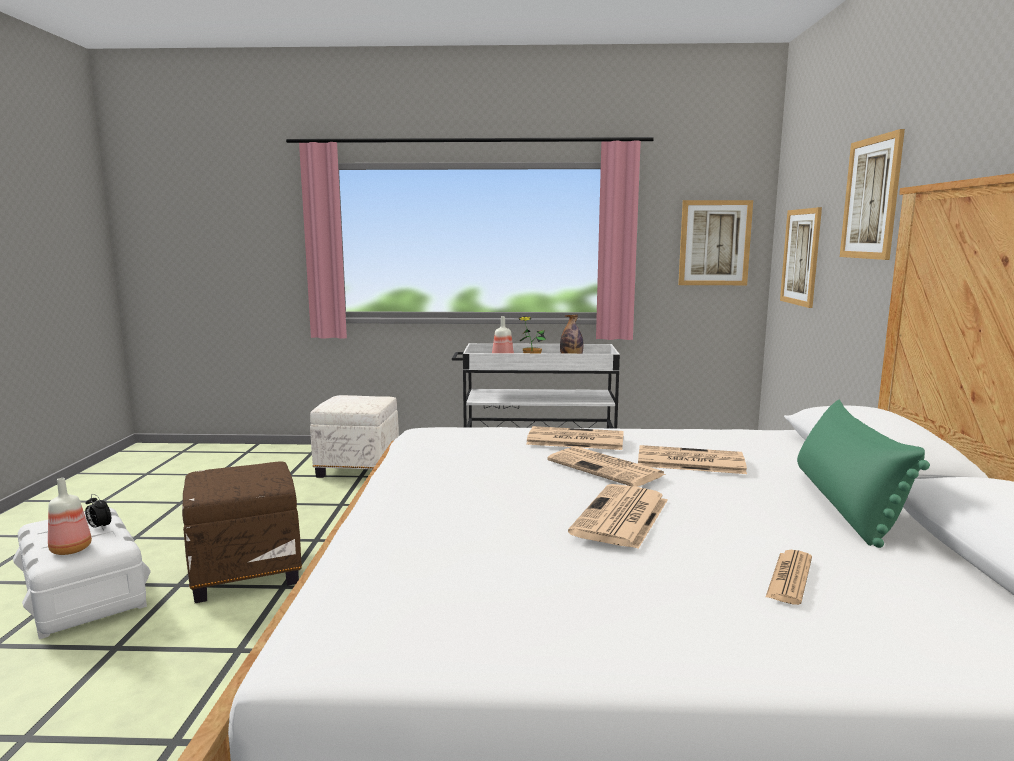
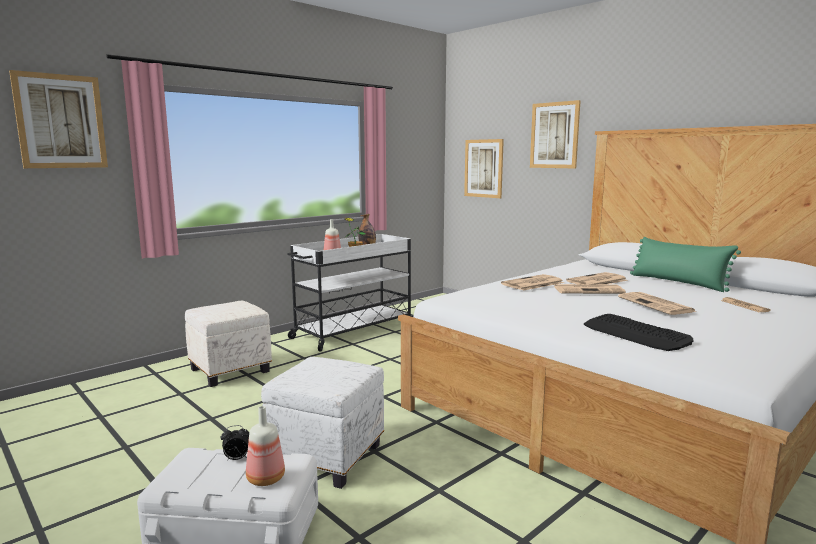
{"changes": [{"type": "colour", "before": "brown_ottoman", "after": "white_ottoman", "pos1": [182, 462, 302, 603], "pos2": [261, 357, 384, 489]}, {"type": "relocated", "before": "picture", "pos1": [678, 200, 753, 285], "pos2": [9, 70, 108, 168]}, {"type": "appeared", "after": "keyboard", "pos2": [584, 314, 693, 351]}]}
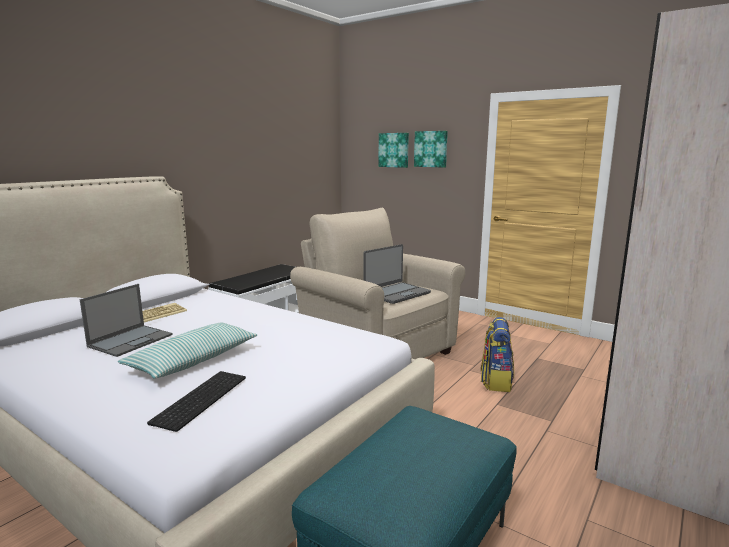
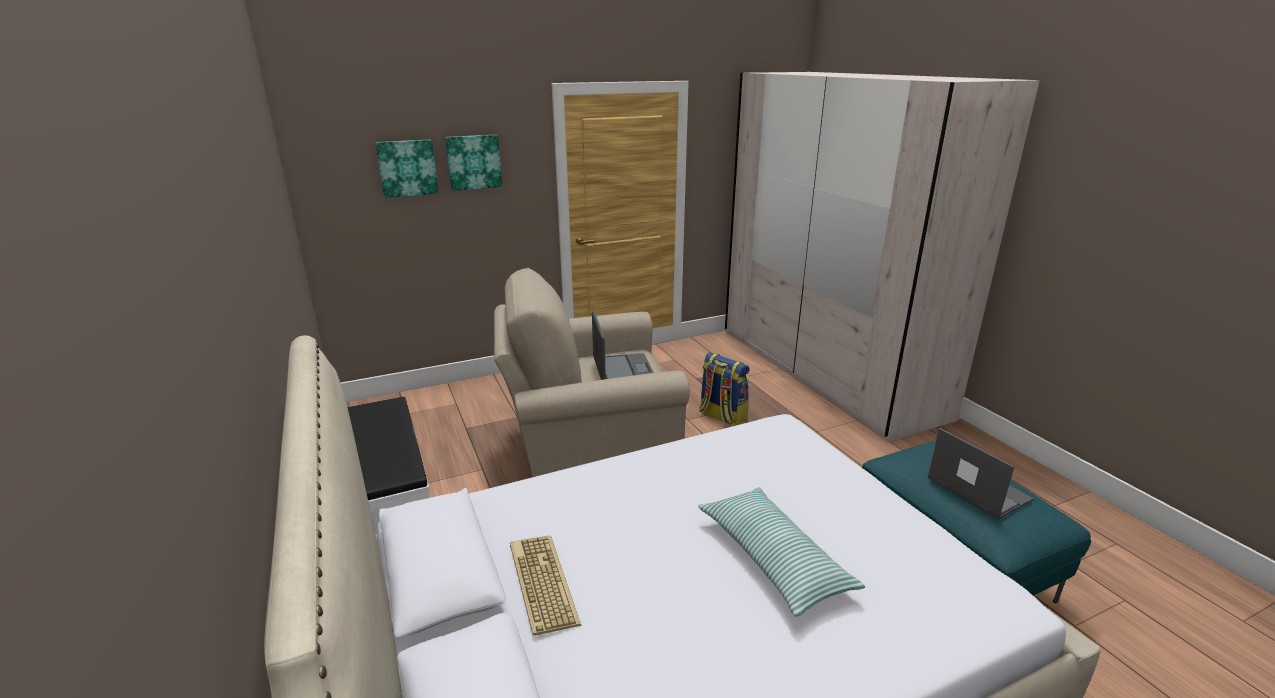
{"changes": [{"type": "relocated", "before": "laptop", "pos1": [80, 284, 173, 357], "pos2": [928, 428, 1034, 520]}, {"type": "missing", "before": "keyboard", "pos1": [147, 371, 246, 432]}]}
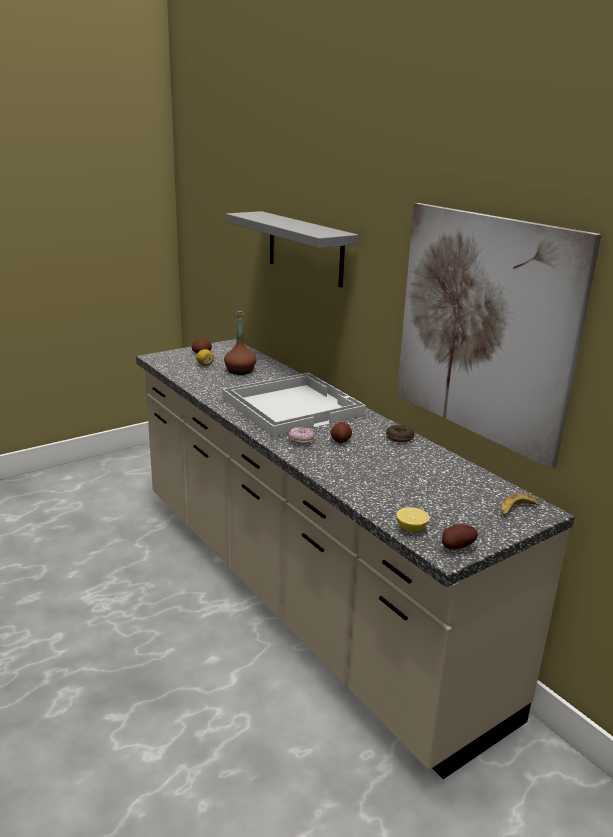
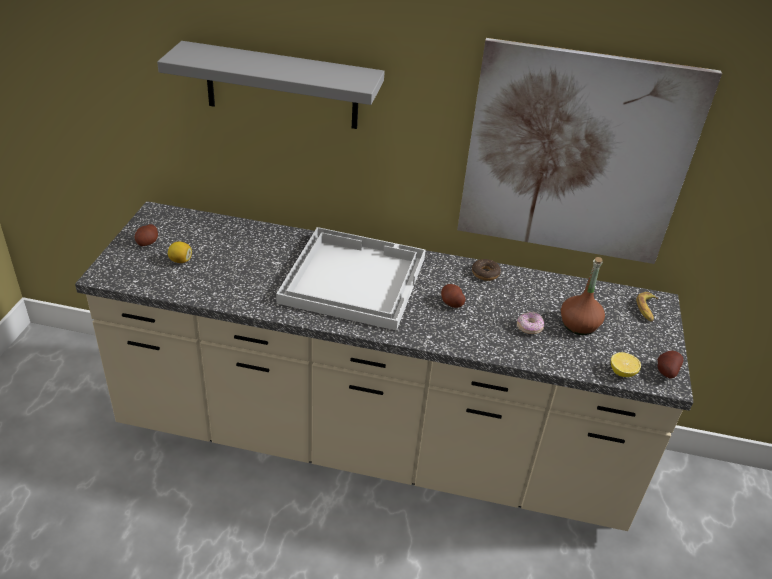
{"changes": [{"type": "relocated", "before": "brown_bottle", "pos1": [224, 311, 256, 375], "pos2": [561, 257, 605, 335]}, {"type": "relocated", "before": "donut", "pos1": [289, 427, 314, 444], "pos2": [517, 311, 545, 334]}]}
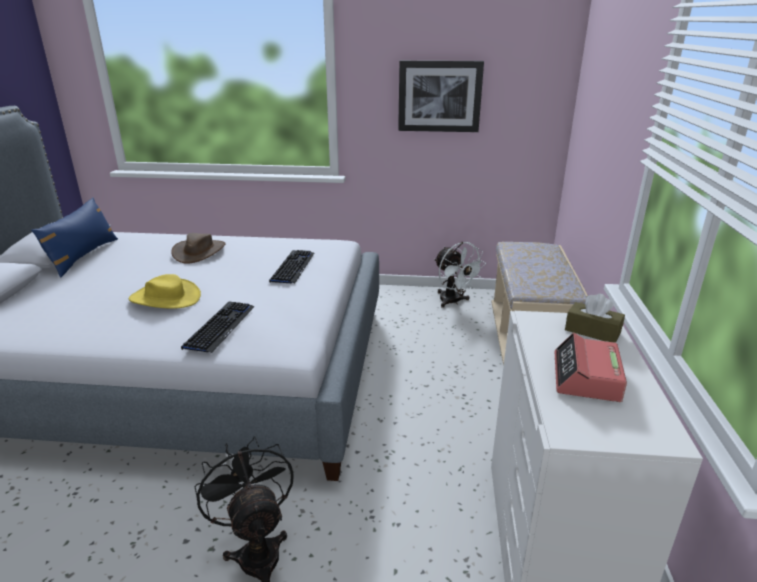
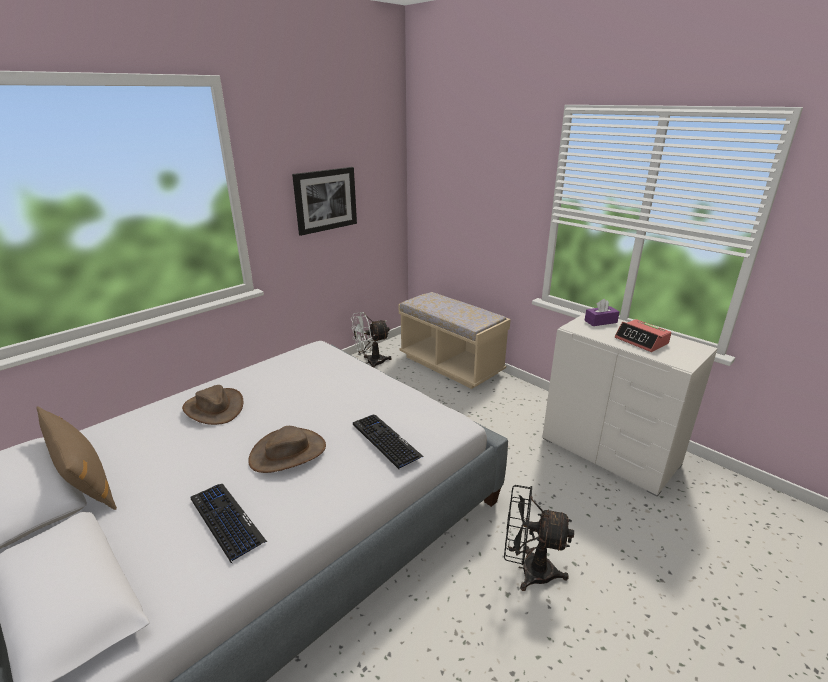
{"changes": [{"type": "colour", "before": "blue_pillow", "after": "brown_pillow", "pos1": [31, 197, 118, 277], "pos2": [36, 406, 117, 510]}, {"type": "colour", "before": "yellow_hat", "after": "brown_hat", "pos1": [129, 274, 201, 309], "pos2": [248, 426, 326, 473]}, {"type": "relocated", "before": "keyboard", "pos1": [269, 250, 314, 283], "pos2": [190, 484, 267, 563]}, {"type": "spun", "before": "white_fan", "pos1": [434, 242, 486, 308], "pos2": [351, 312, 392, 367], "turn": 150}, {"type": "colour", "before": "brown_tissue_box", "after": "purple_tissue_box", "pos1": [565, 294, 625, 343], "pos2": [585, 299, 619, 326]}]}
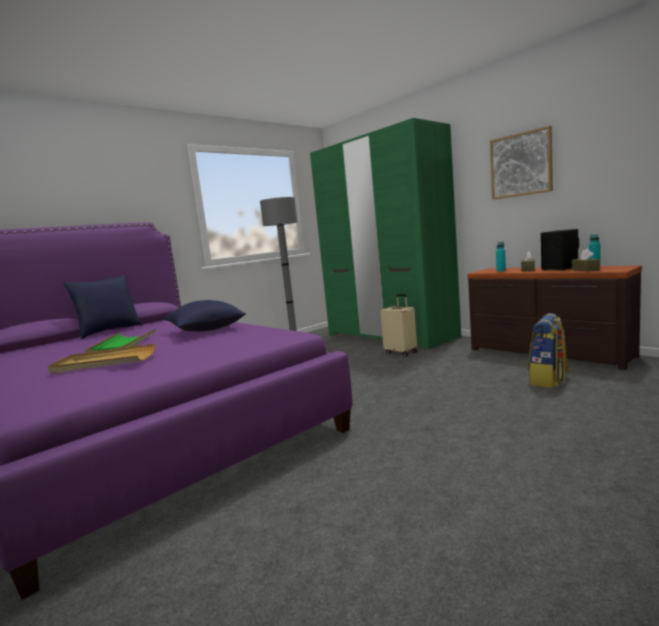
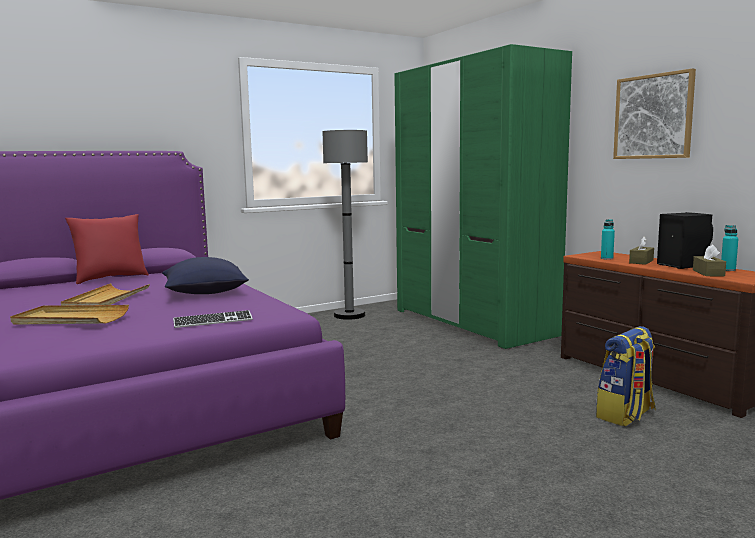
{"changes": [{"type": "colour", "before": "blue_pillow", "after": "red_pillow", "pos1": [63, 275, 142, 339], "pos2": [65, 214, 149, 284]}, {"type": "colour", "before": "green_tray", "after": "beige_tray", "pos1": [85, 329, 156, 353], "pos2": [61, 283, 150, 305]}, {"type": "missing", "before": "beige_suitcase", "pos1": [380, 294, 417, 357]}, {"type": "appeared", "after": "keyboard", "pos2": [173, 310, 253, 328]}]}
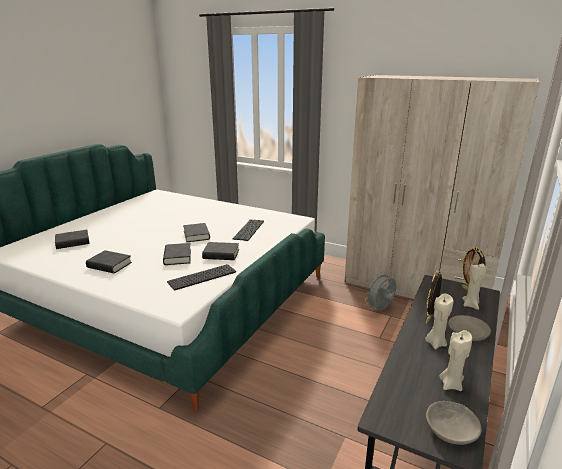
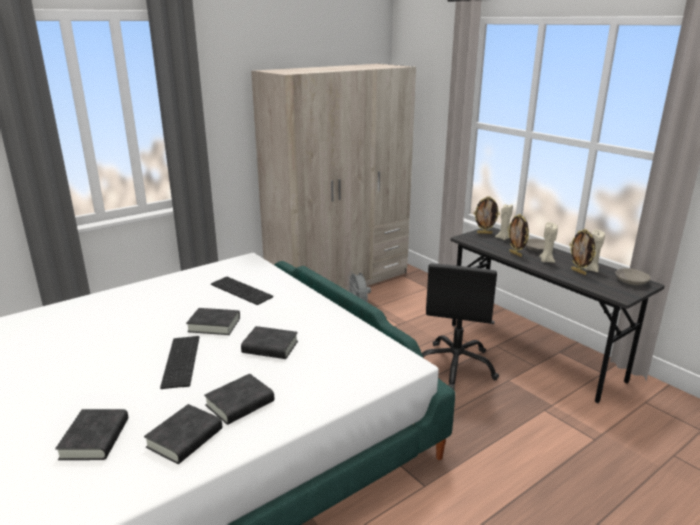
{"changes": [{"type": "relocated", "before": "keyboard", "pos1": [167, 264, 236, 290], "pos2": [160, 336, 199, 389]}, {"type": "relocated", "before": "black_book", "pos1": [202, 242, 239, 260], "pos2": [144, 404, 222, 464]}, {"type": "appeared", "after": "black_office_chair", "pos2": [422, 264, 499, 389]}, {"type": "appeared", "after": "picture_frame", "pos2": [570, 229, 596, 275]}]}
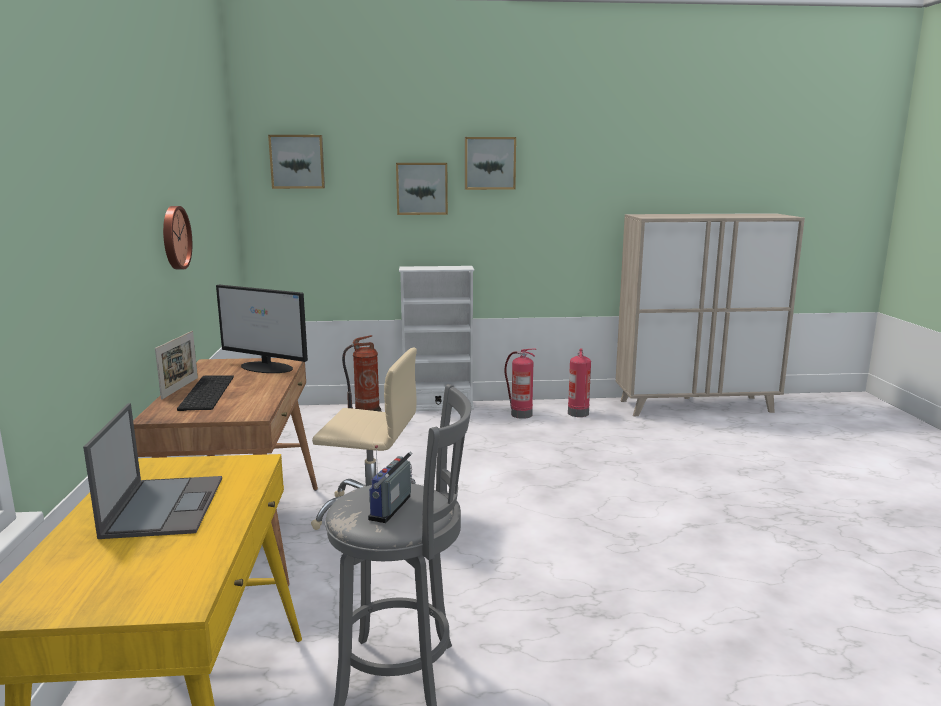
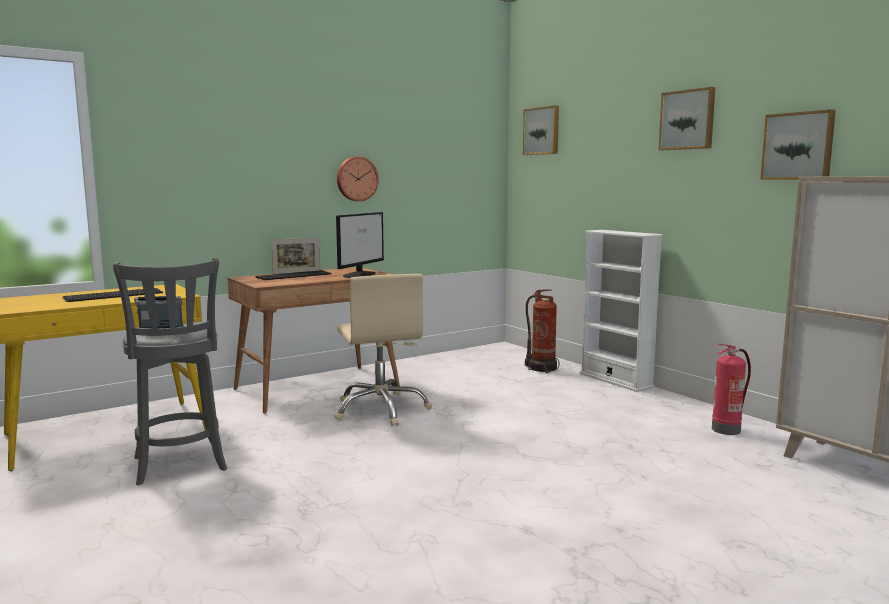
{"changes": [{"type": "exchanged", "before": "laptop", "after": "keyboard", "pos1": [83, 403, 222, 539], "pos2": [63, 288, 163, 302]}, {"type": "spun", "before": "monitor", "pos1": [216, 285, 308, 373], "pos2": [336, 212, 384, 278], "turn": -150}, {"type": "relocated", "before": "picture", "pos1": [396, 163, 448, 215], "pos2": [760, 109, 836, 180]}, {"type": "missing", "before": "fire_extinguisher", "pos1": [505, 348, 536, 419]}]}
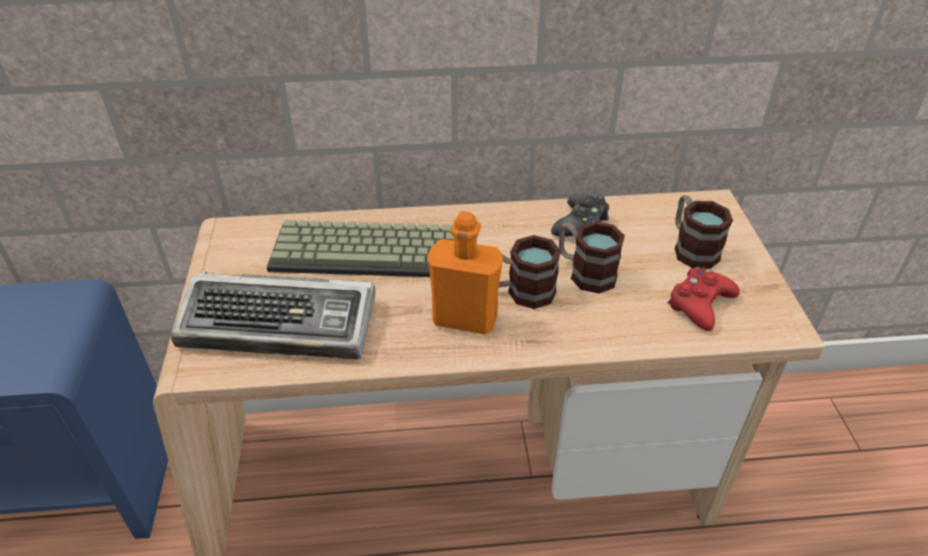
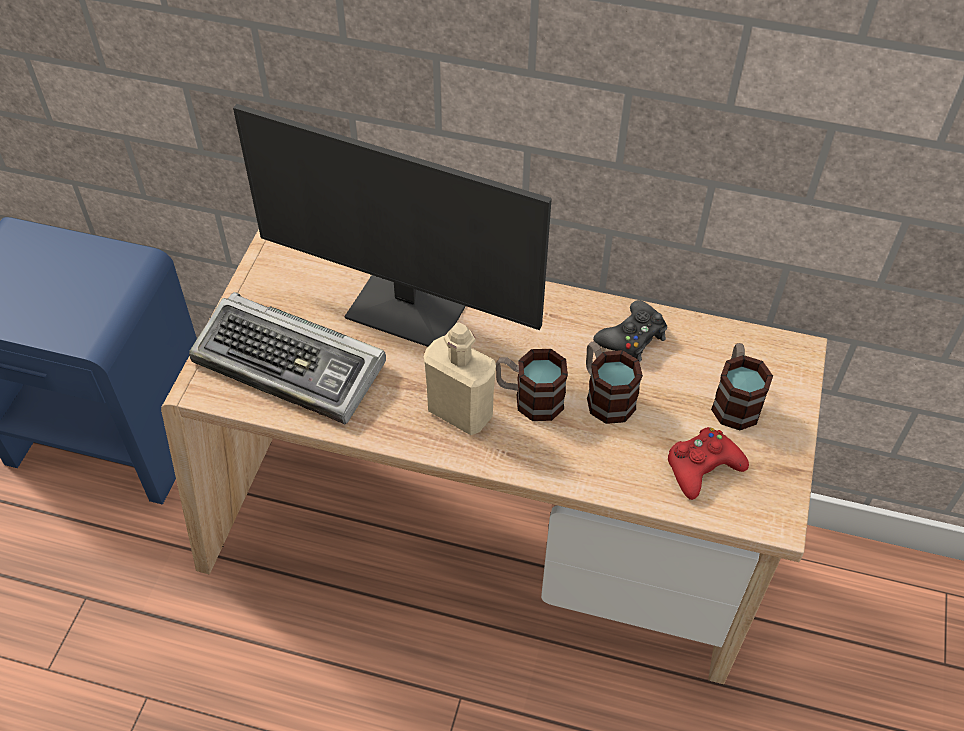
{"changes": [{"type": "exchanged", "before": "keyboard", "after": "monitor", "pos1": [267, 220, 454, 277], "pos2": [233, 104, 552, 347]}, {"type": "colour", "before": "orange_bottle", "after": "beige_bottle", "pos1": [428, 211, 503, 335], "pos2": [424, 322, 496, 435]}]}
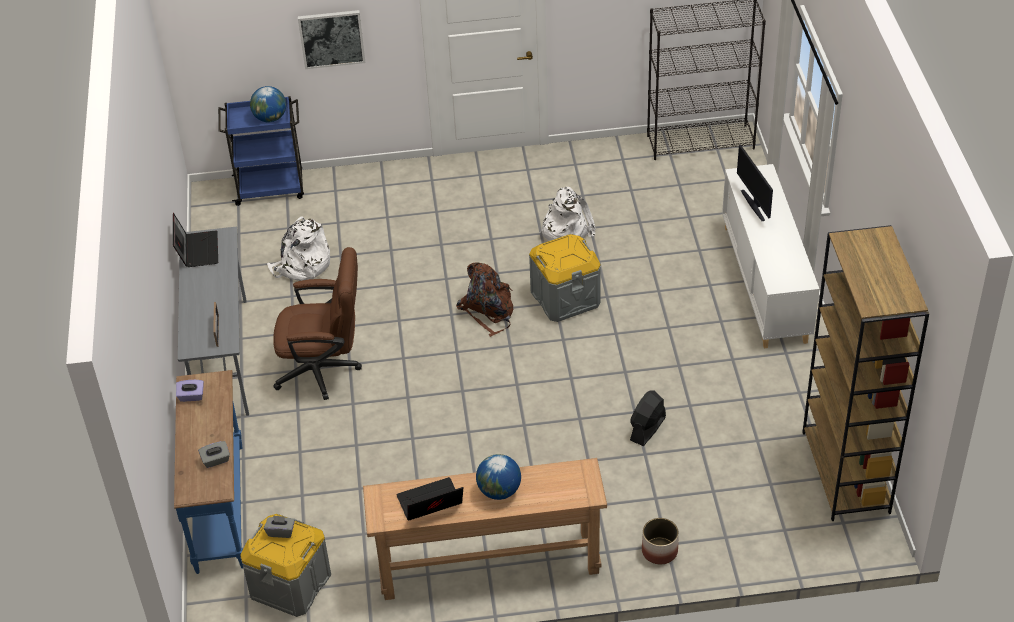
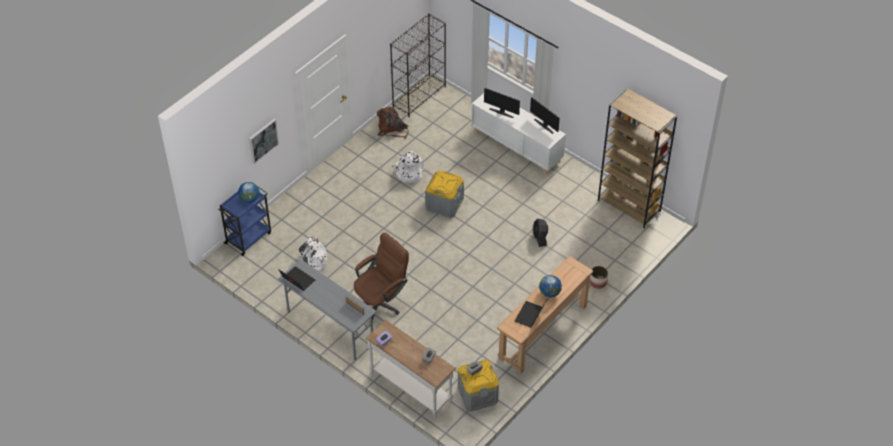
{"changes": [{"type": "colour", "before": "blue_console_table", "after": "white_console_table", "pos1": [174, 370, 243, 574], "pos2": [366, 320, 456, 419]}, {"type": "relocated", "before": "brown_backpack", "pos1": [456, 262, 513, 337], "pos2": [377, 107, 409, 139]}, {"type": "appeared", "after": "monitor", "pos2": [530, 97, 560, 134]}]}
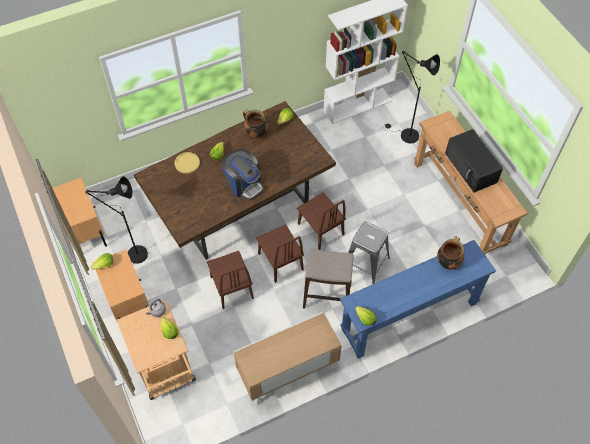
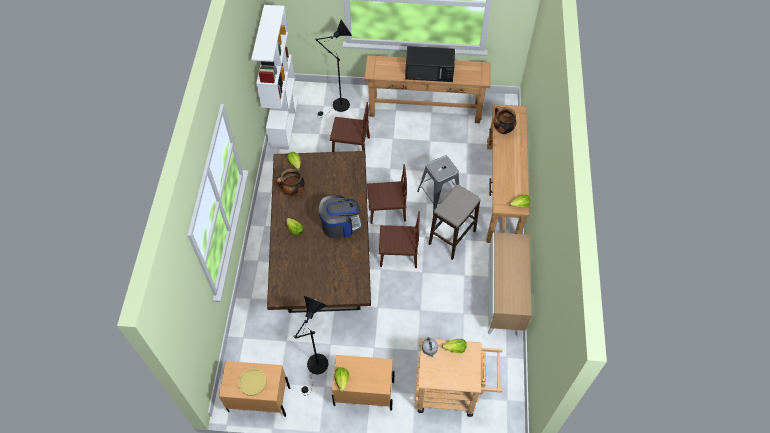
{"changes": [{"type": "relocated", "before": "yellow_plate", "pos1": [175, 152, 200, 174], "pos2": [238, 368, 267, 396]}, {"type": "relocated", "before": "brown_chair", "pos1": [207, 251, 254, 309], "pos2": [330, 102, 370, 159]}, {"type": "colour", "before": "blue_console_table", "after": "brown_console_table", "pos1": [340, 240, 496, 359], "pos2": [486, 104, 530, 243]}]}
